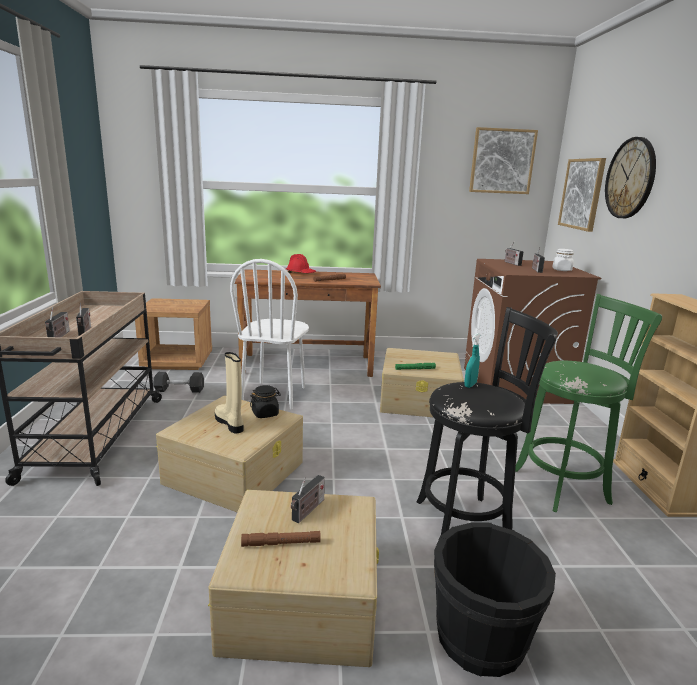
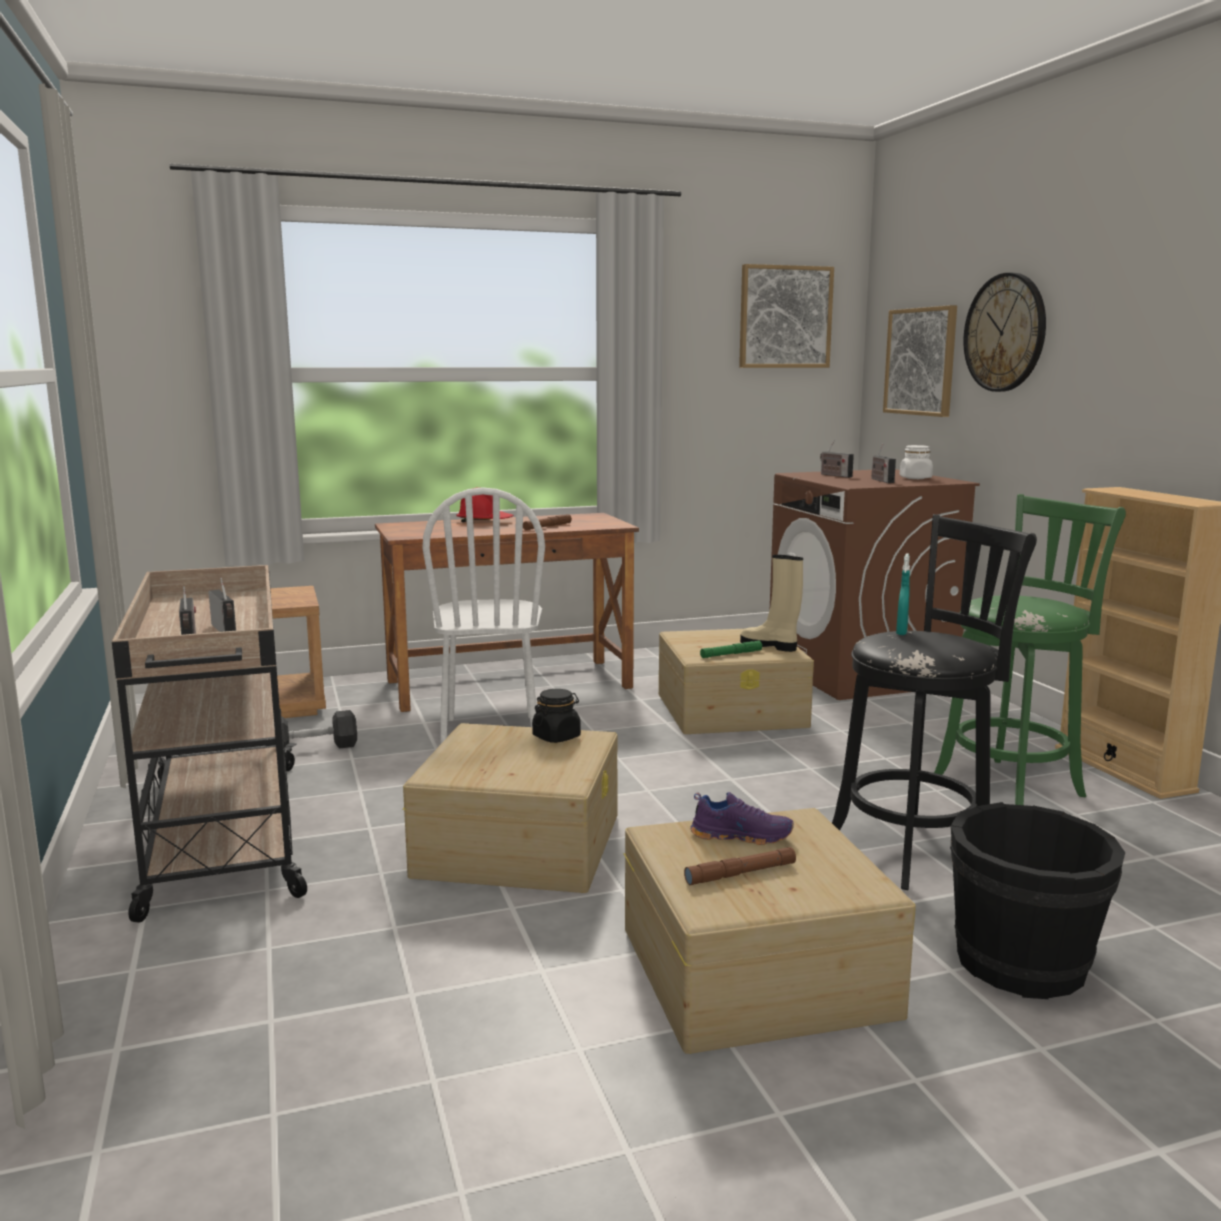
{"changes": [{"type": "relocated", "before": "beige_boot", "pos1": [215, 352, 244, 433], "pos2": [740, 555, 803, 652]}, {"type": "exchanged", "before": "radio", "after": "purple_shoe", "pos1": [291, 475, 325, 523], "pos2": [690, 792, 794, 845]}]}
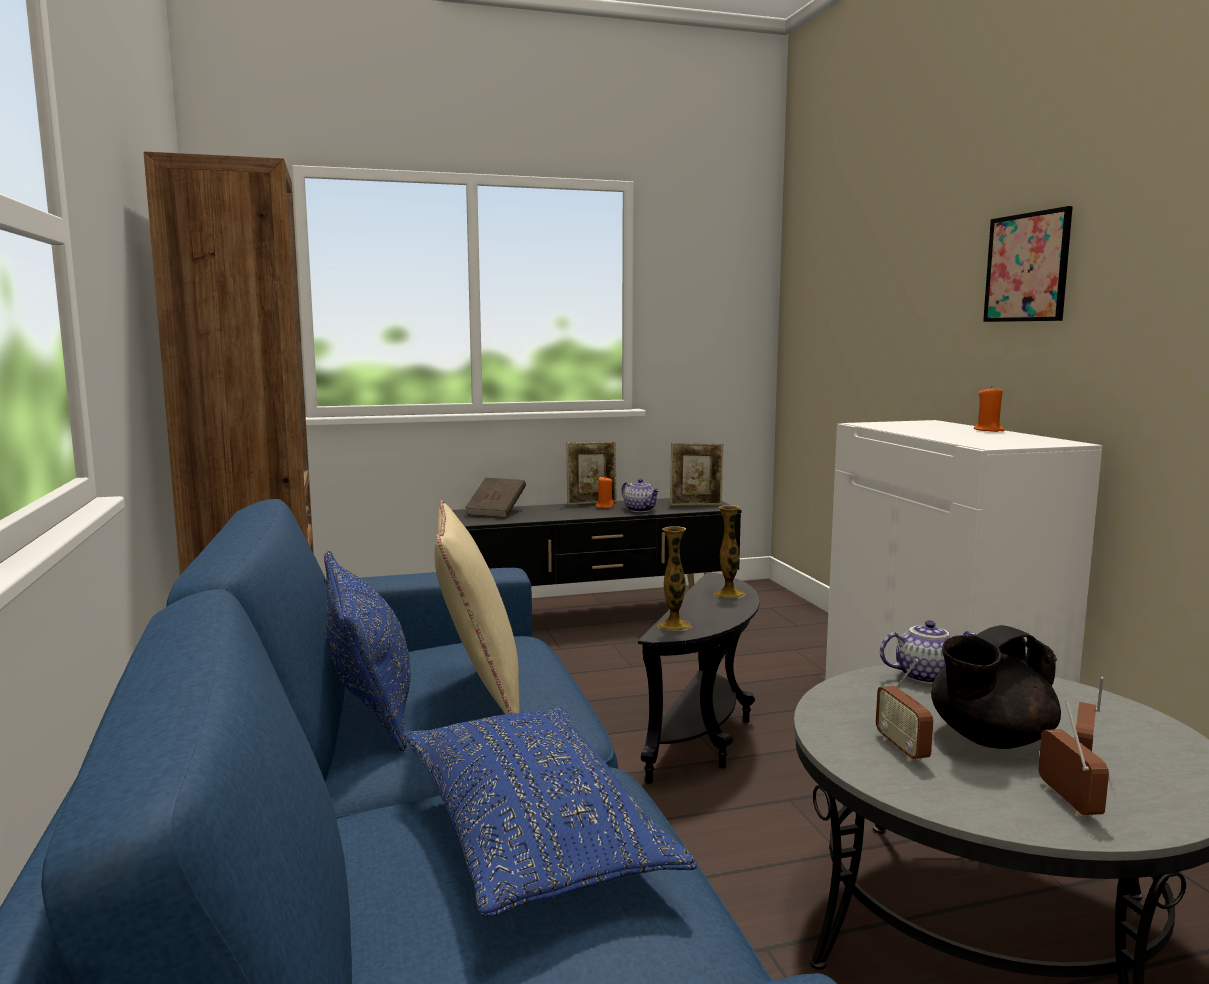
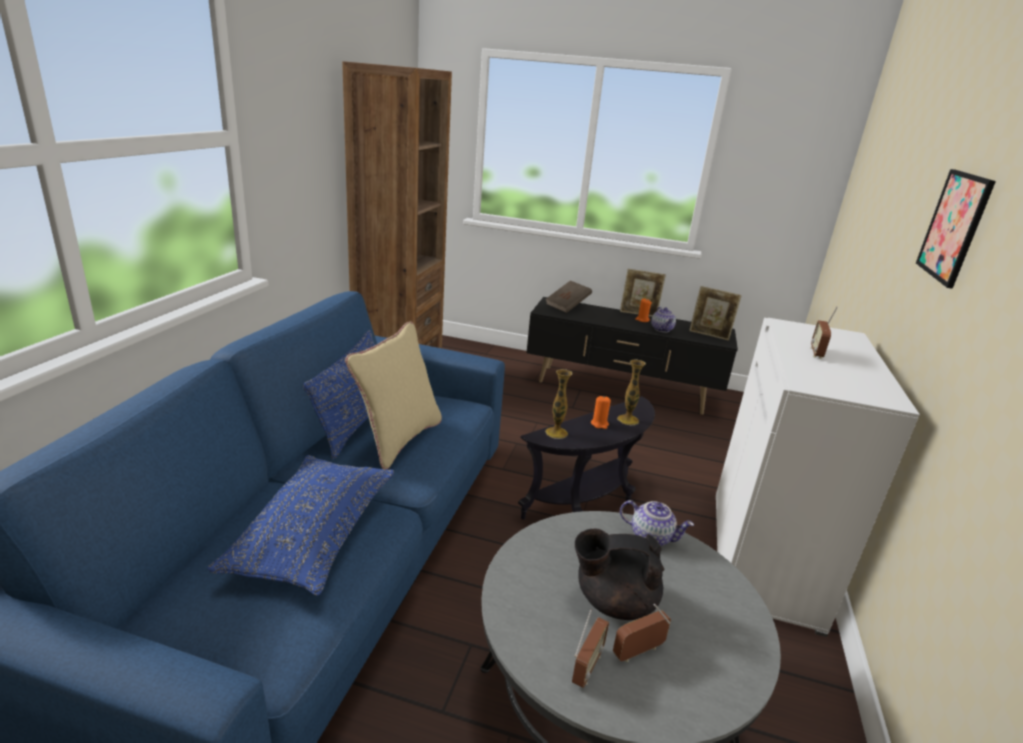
{"changes": [{"type": "relocated", "before": "radio", "pos1": [876, 659, 933, 761], "pos2": [811, 306, 838, 359]}, {"type": "relocated", "before": "orange_candle", "pos1": [974, 386, 1005, 432], "pos2": [591, 396, 611, 429]}]}
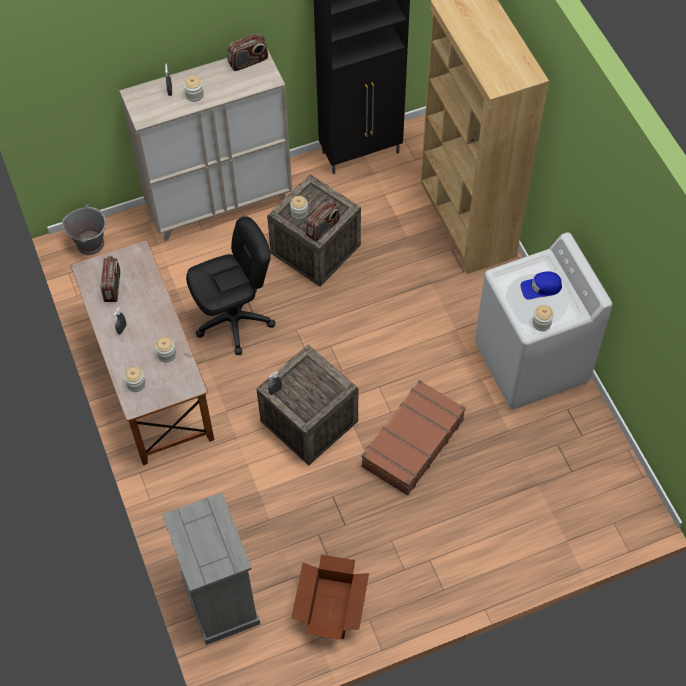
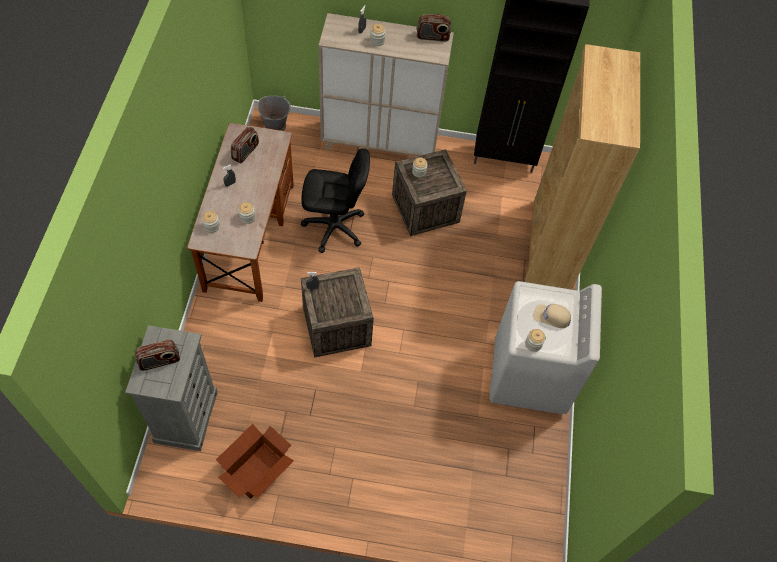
{"changes": [{"type": "relocated", "before": "radio", "pos1": [306, 201, 340, 242], "pos2": [135, 339, 180, 371]}, {"type": "missing", "before": "brown_suitcase", "pos1": [362, 380, 466, 496]}, {"type": "colour", "before": "blue_cap", "after": "beige_cap", "pos1": [521, 271, 562, 300], "pos2": [533, 304, 571, 328]}]}
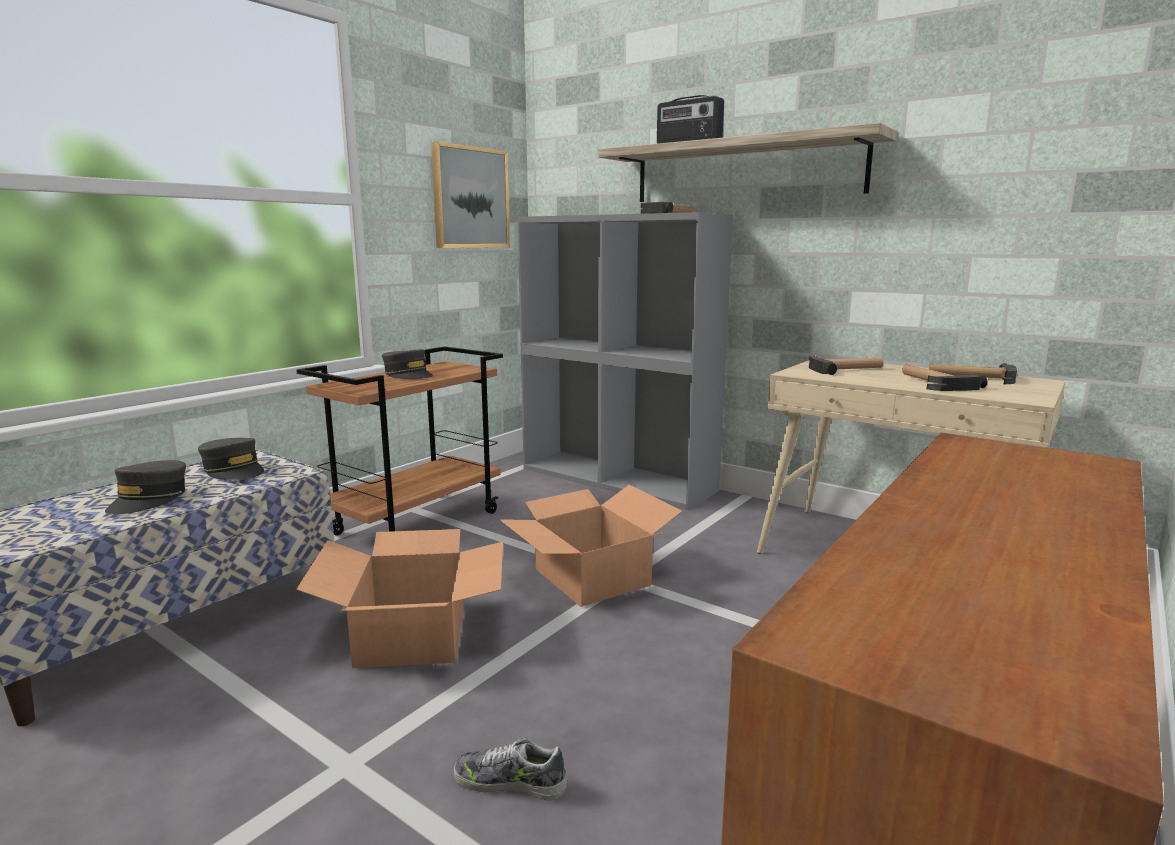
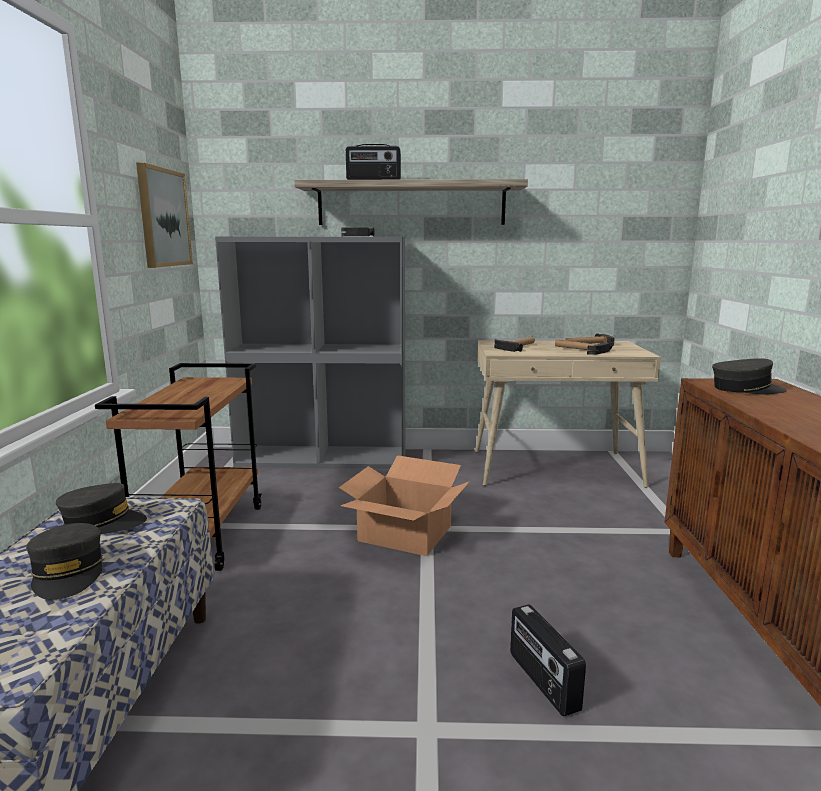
{"changes": [{"type": "missing", "before": "cardboard_box", "pos1": [296, 529, 503, 668]}, {"type": "relocated", "before": "grey_cap", "pos1": [382, 349, 433, 379], "pos2": [712, 358, 787, 395]}, {"type": "exchanged", "before": "shoe", "after": "radio", "pos1": [454, 738, 567, 801], "pos2": [510, 604, 586, 717]}]}
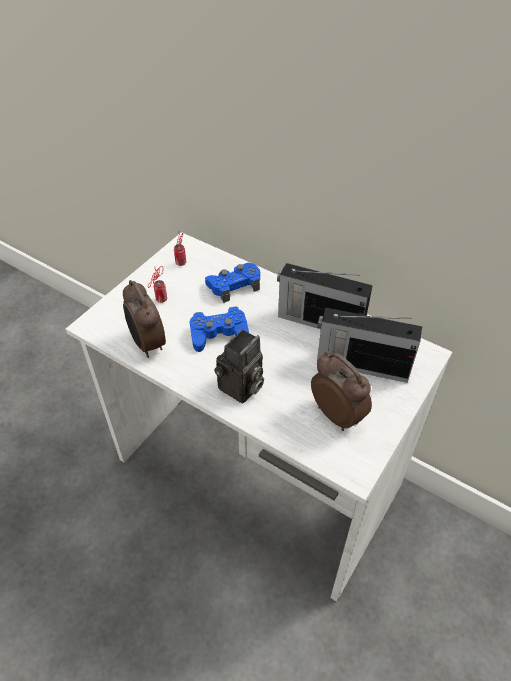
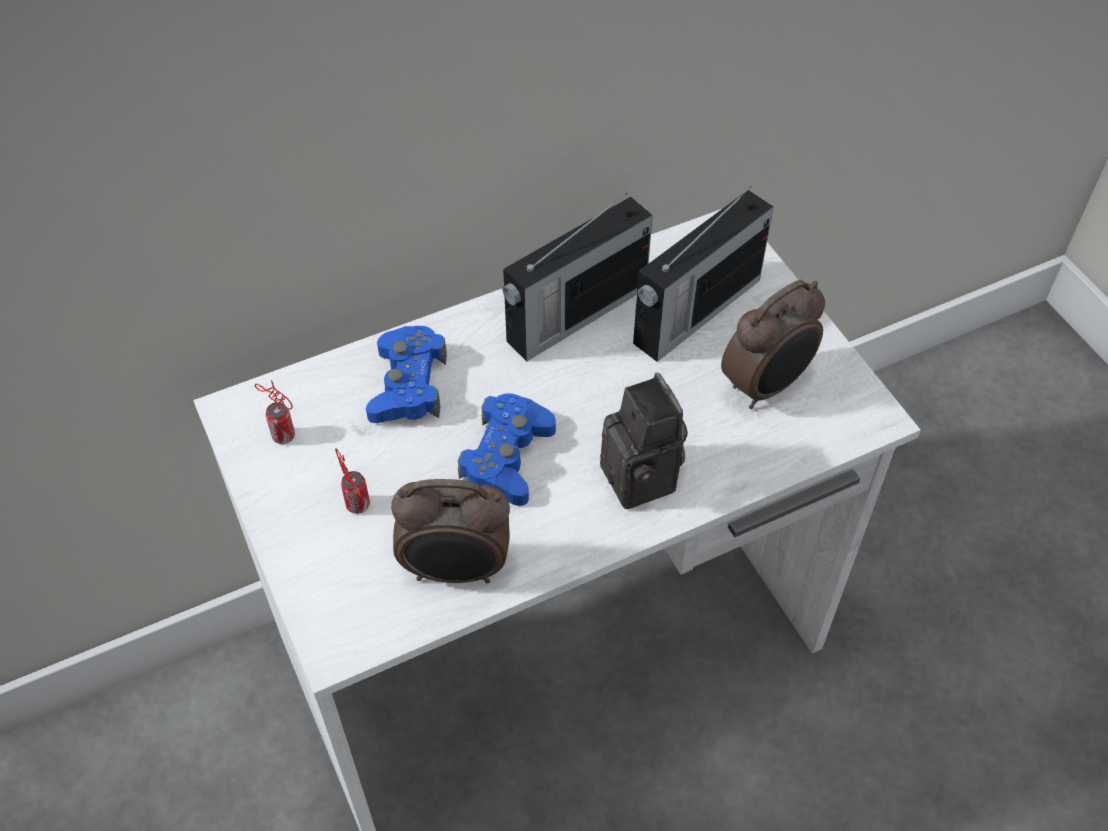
{"changes": [{"type": "spun", "before": "alarm_clock", "pos1": [311, 351, 372, 431], "pos2": [721, 280, 825, 409], "turn": 150}]}
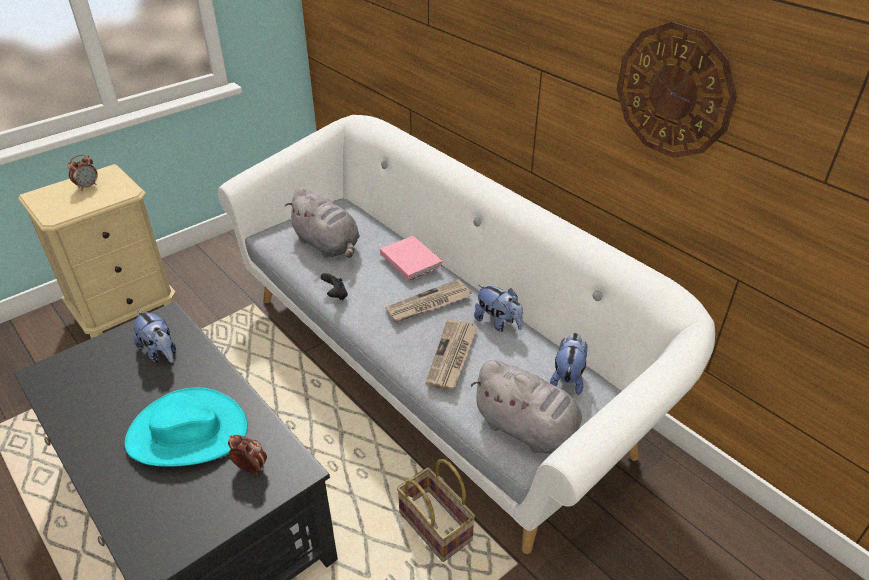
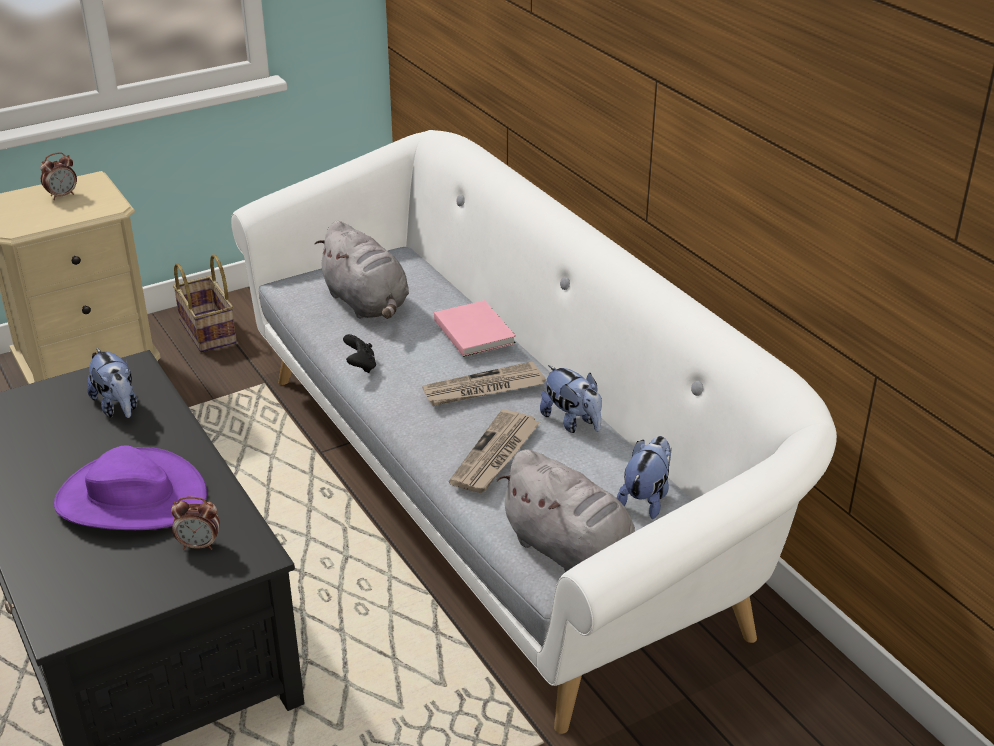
{"changes": [{"type": "colour", "before": "turquoise_hat", "after": "purple_hat", "pos1": [125, 387, 248, 467], "pos2": [54, 445, 207, 530]}, {"type": "spun", "before": "alarm_clock", "pos1": [228, 434, 267, 474], "pos2": [171, 497, 220, 550], "turn": 150}, {"type": "relocated", "before": "basket", "pos1": [397, 459, 475, 562], "pos2": [173, 254, 237, 352]}, {"type": "missing", "before": "wall_clock", "pos1": [617, 22, 737, 158]}]}
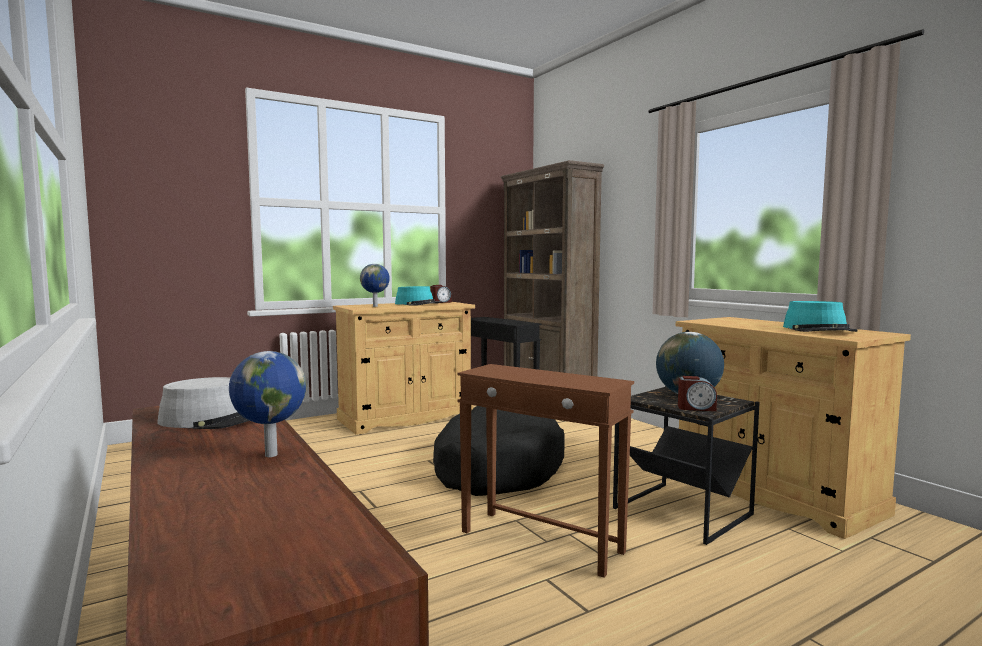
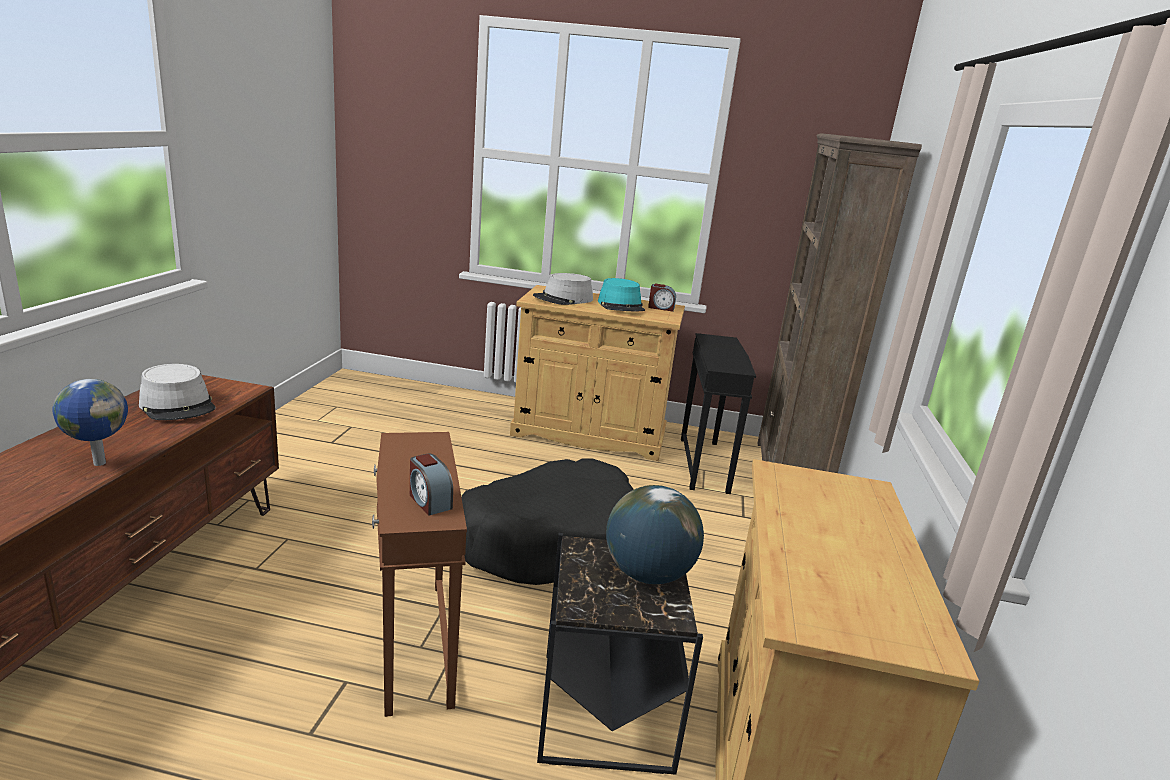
{"changes": [{"type": "exchanged", "before": "globe", "after": "grey_hat", "pos1": [360, 264, 390, 307], "pos2": [533, 273, 593, 305]}, {"type": "relocated", "before": "alarm_clock", "pos1": [678, 376, 717, 411], "pos2": [410, 454, 453, 516]}, {"type": "missing", "before": "turquoise_hat", "pos1": [783, 301, 858, 332]}]}
